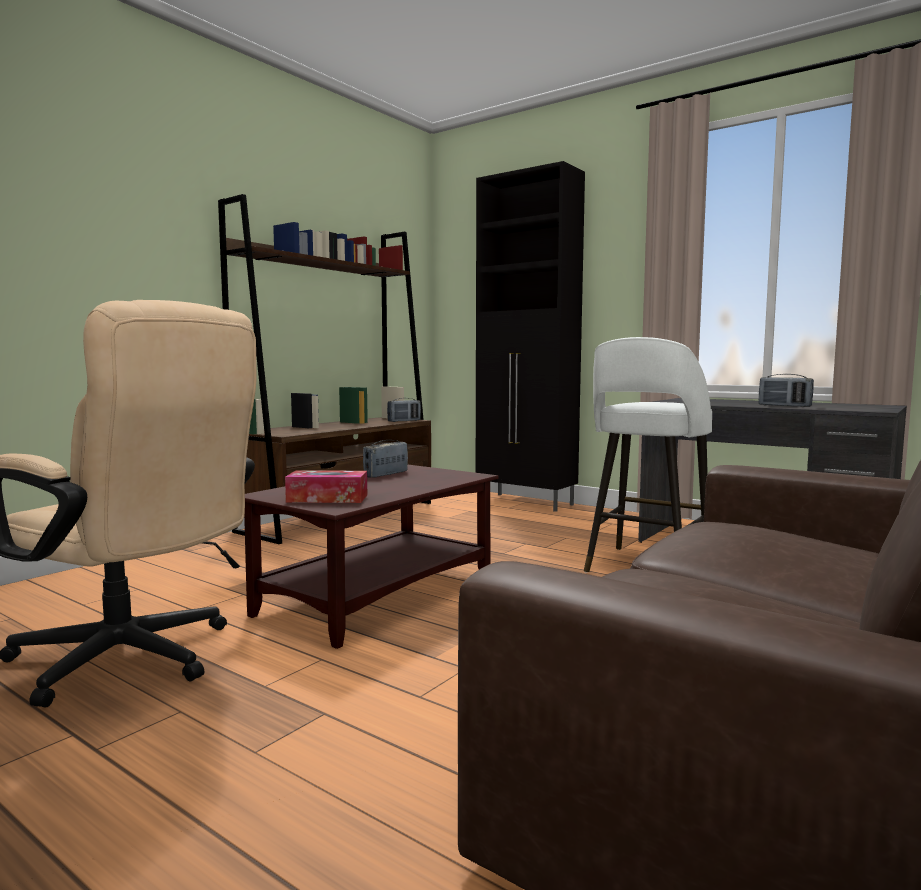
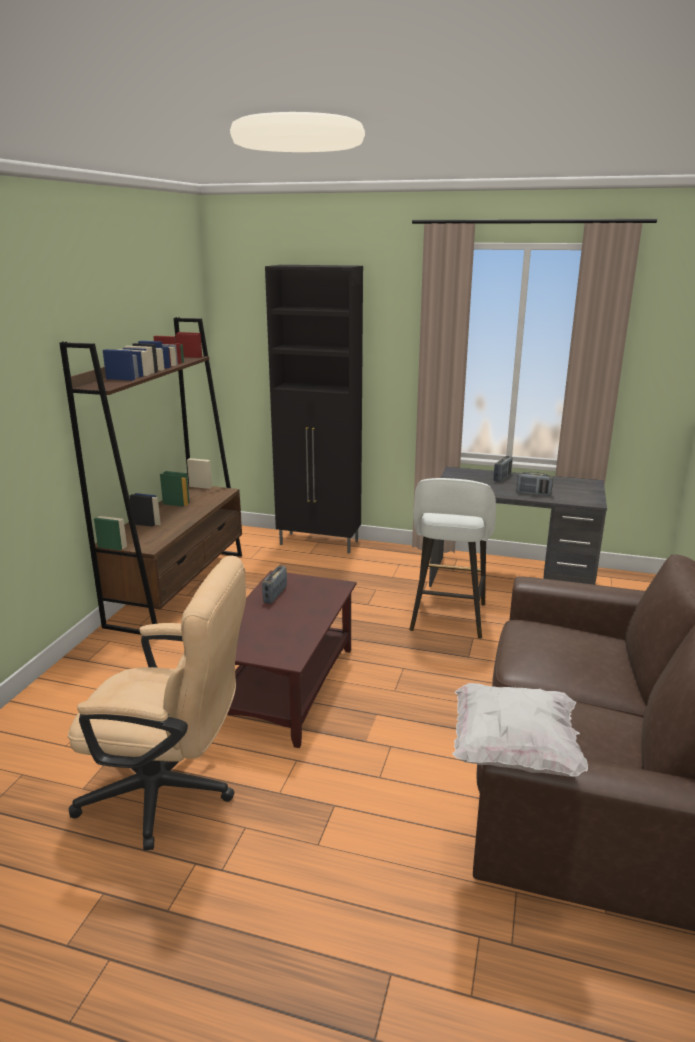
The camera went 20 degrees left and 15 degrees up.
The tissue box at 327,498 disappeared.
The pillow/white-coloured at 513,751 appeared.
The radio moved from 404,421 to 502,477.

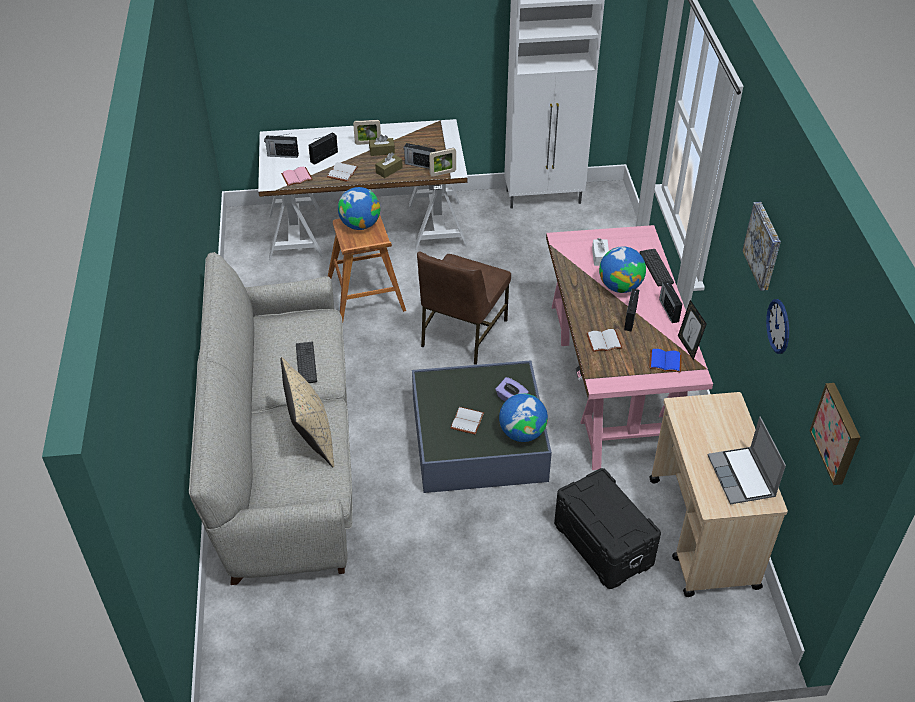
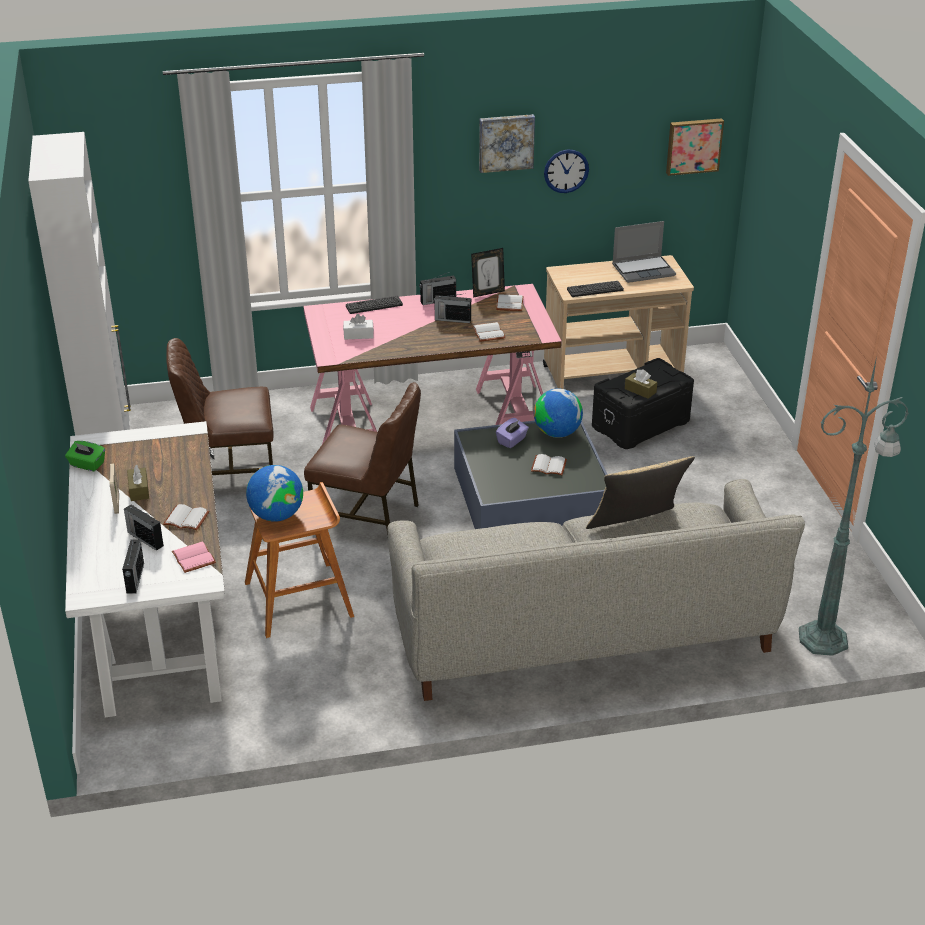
The camera went 95 degrees left and 10 degrees down.
The radio at 419,164 disappeared.
The picture frame at 442,173 disappeared.
The world globe at 620,286 disappeared.
The tissue box/green-coloured at 87,465 appeared.
The plain chair/brown-coloured at 230,472 appeared.
The standing lamp/green-coloured at 825,638 appeared.
The PC keyboard moved from 306,363 to 595,289.
The tissue box/brown-coloured moved from 389,170 to 640,390.
The volume/bluish at 665,361 became the volume/white-coloured at 508,303.

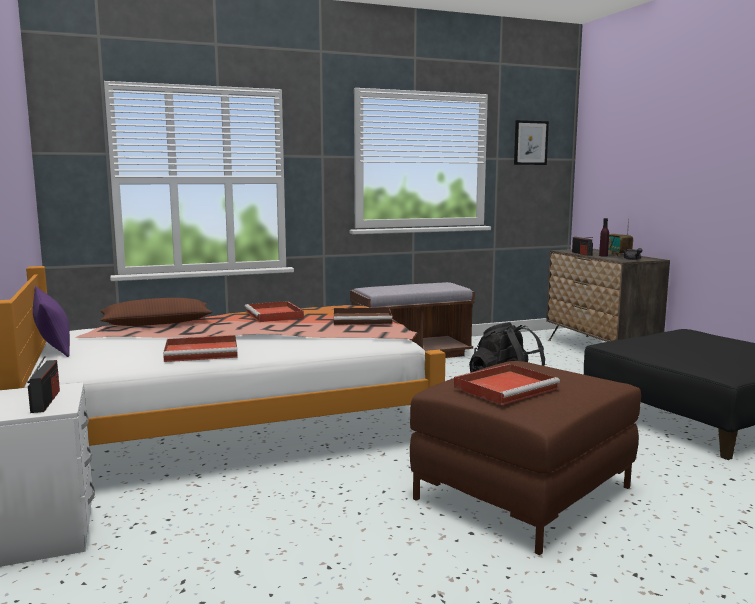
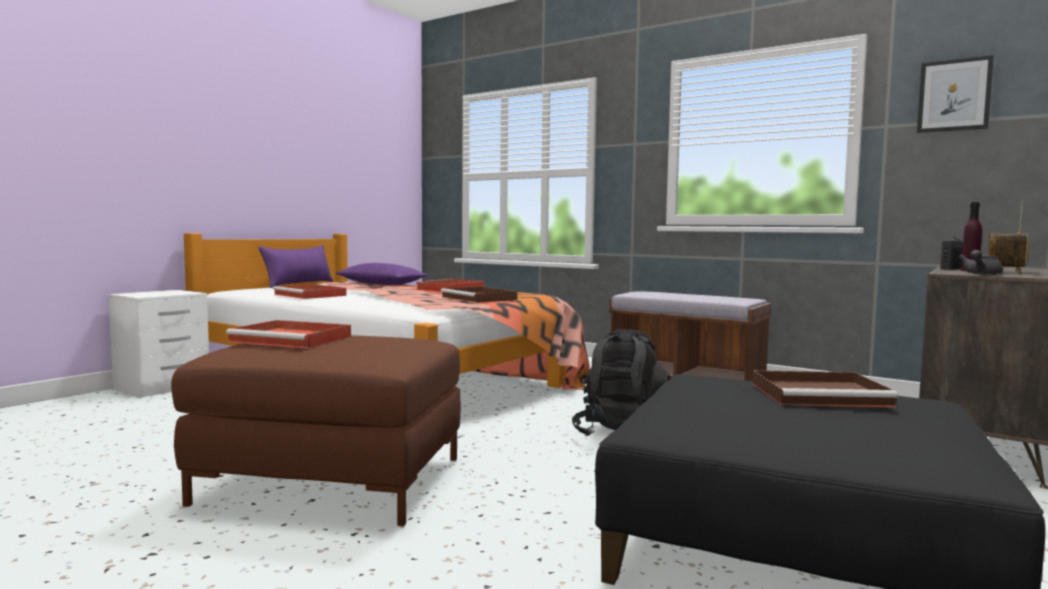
The camera went 55 degrees right and 5 degrees down.
The radio at 45,401 disappeared.
The carrying tray/brown-coloured at 821,394 appeared.
The pillow/brown-coloured at 157,323 became the pillow/purple-coloured at 381,284.

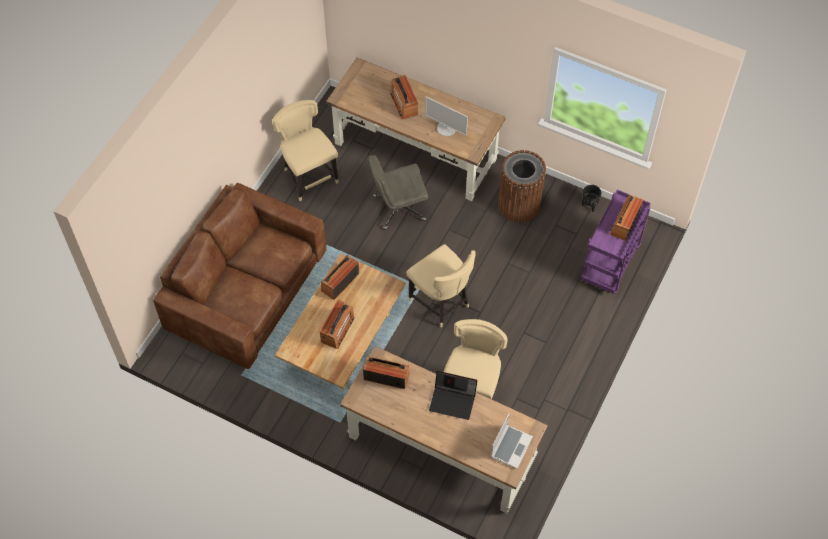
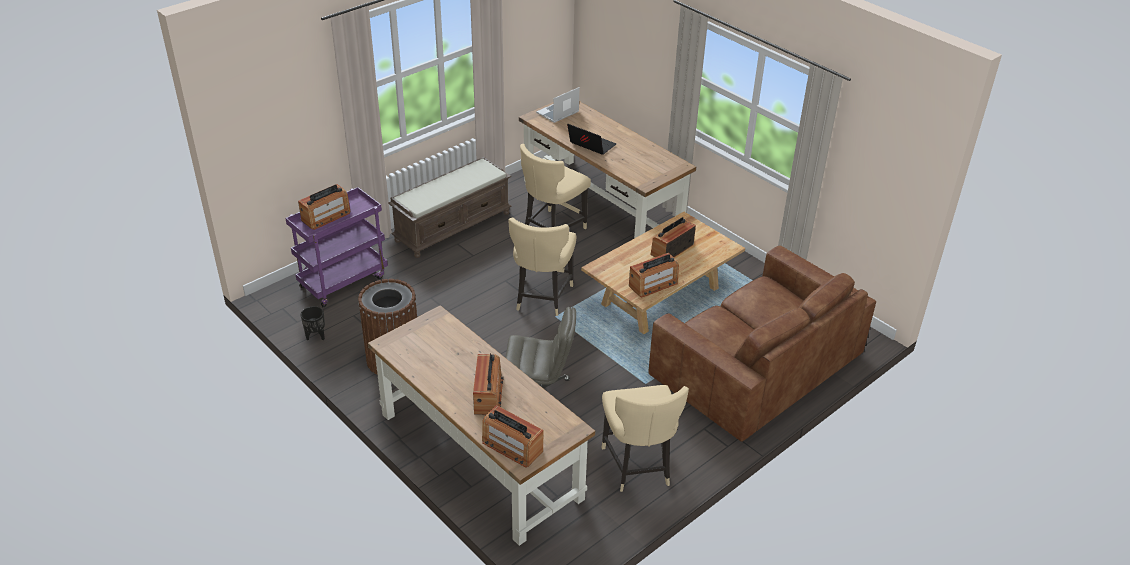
The camera went 160 degrees left and 20 degrees down.
The monitor at 446,128 disappeared.
The indoor bench/brown-coloured at 453,226 appeared.
The radio moved from 386,376 to 512,447.
The plain chair/beige-coloured at 441,303 turned 150 degrees counterclockwise.

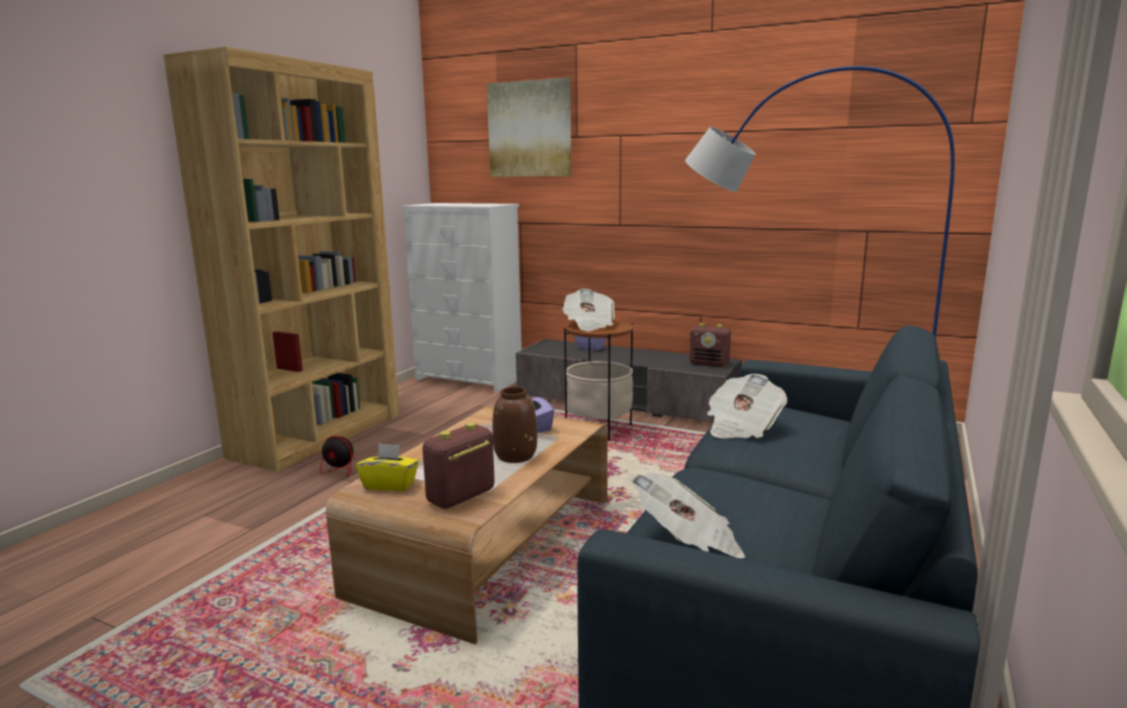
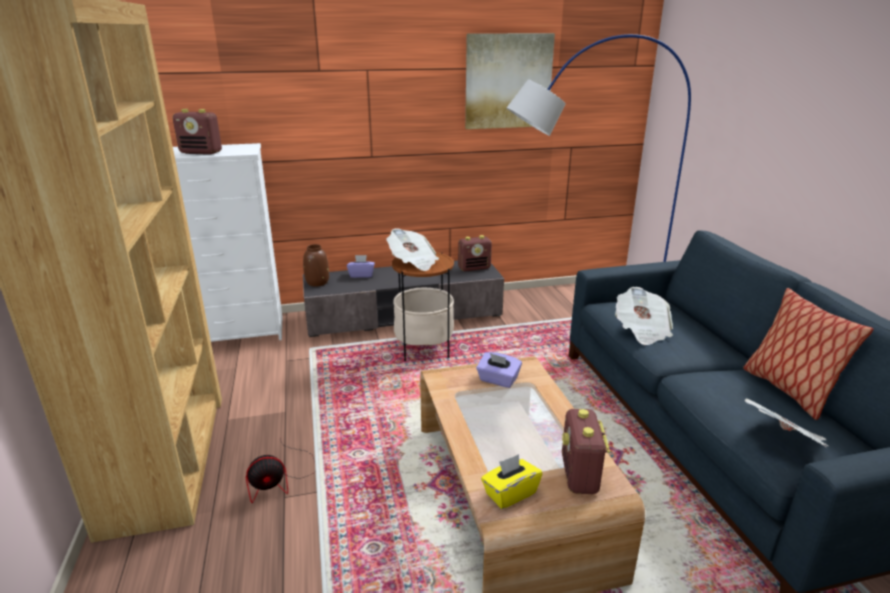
The camera went 40 degrees left and 10 degrees up.
The radio at 201,153 appeared.
The pillow at 788,390 appeared.
The wall art moved from 530,129 to 508,81.
The vase/brown-coloured moved from 515,456 to 317,282.

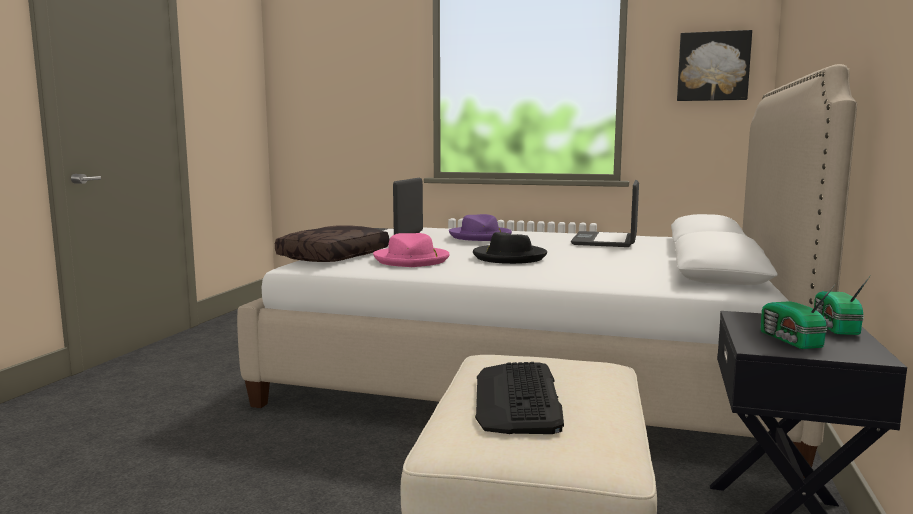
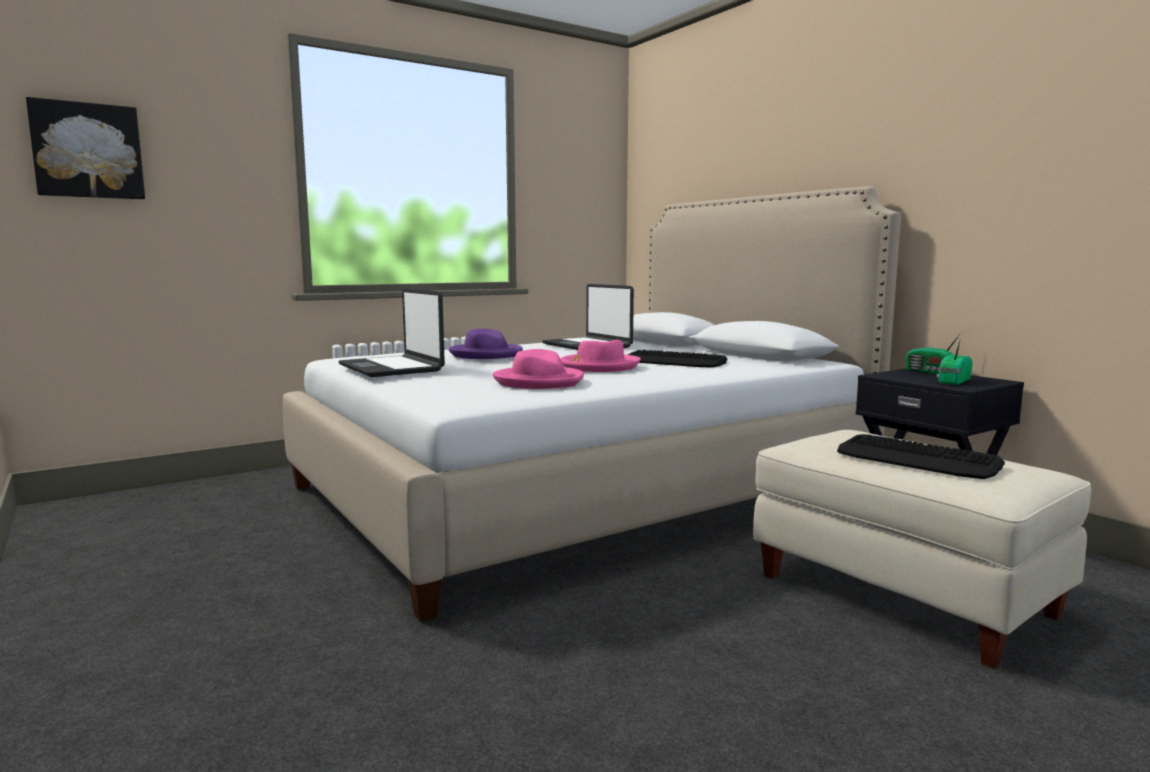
The camera went 50 degrees left and 0 degrees up.
The pillow/brown-coloured at 335,256 disappeared.
The PC keyboard at 674,361 appeared.
The wall art moved from 713,66 to 88,151.
The wearable hat/blackish at 509,257 became the wearable hat/pinkish at 599,366.
The radio at 790,340 turned 105 degrees clockwise.

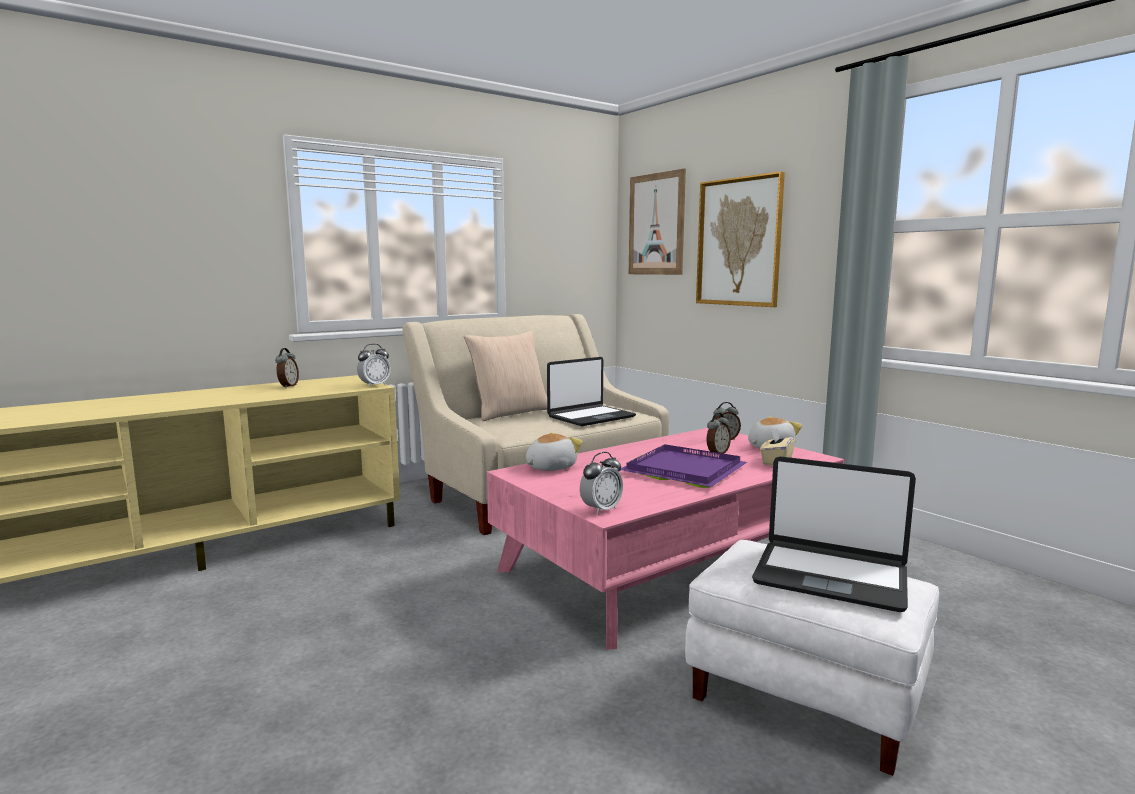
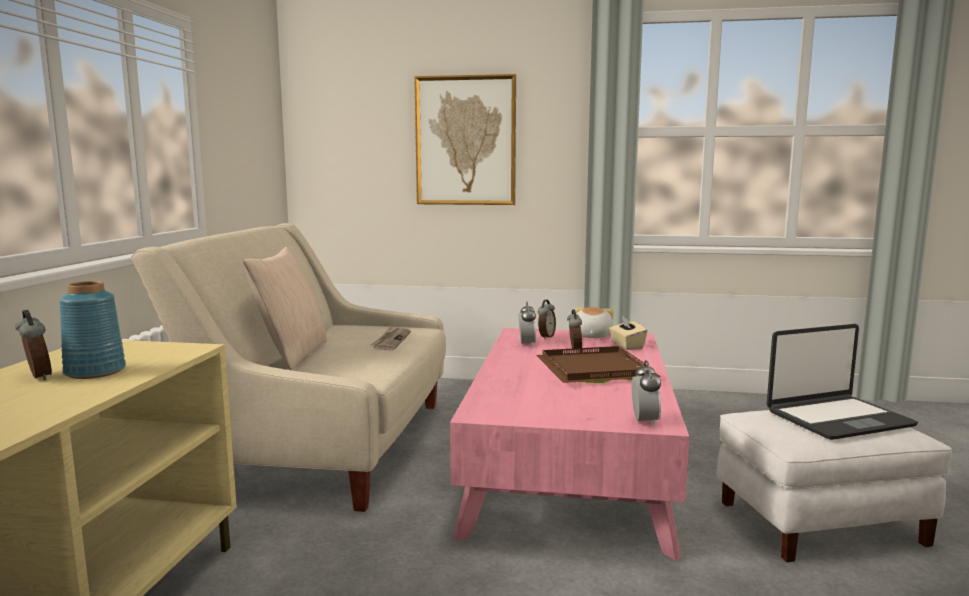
The camera went 45 degrees left and 0 degrees up.
The plush toy at 550,467 disappeared.
The wall art at 656,224 disappeared.
The vase/bluish at 96,371 appeared.
The alarm clock moved from 374,385 to 527,344.
The notebook computer at 590,417 was replaced by the daily paper at 391,340.
The carrying tray/purple-coloured at 685,471 became the carrying tray/brown-coloured at 597,370.

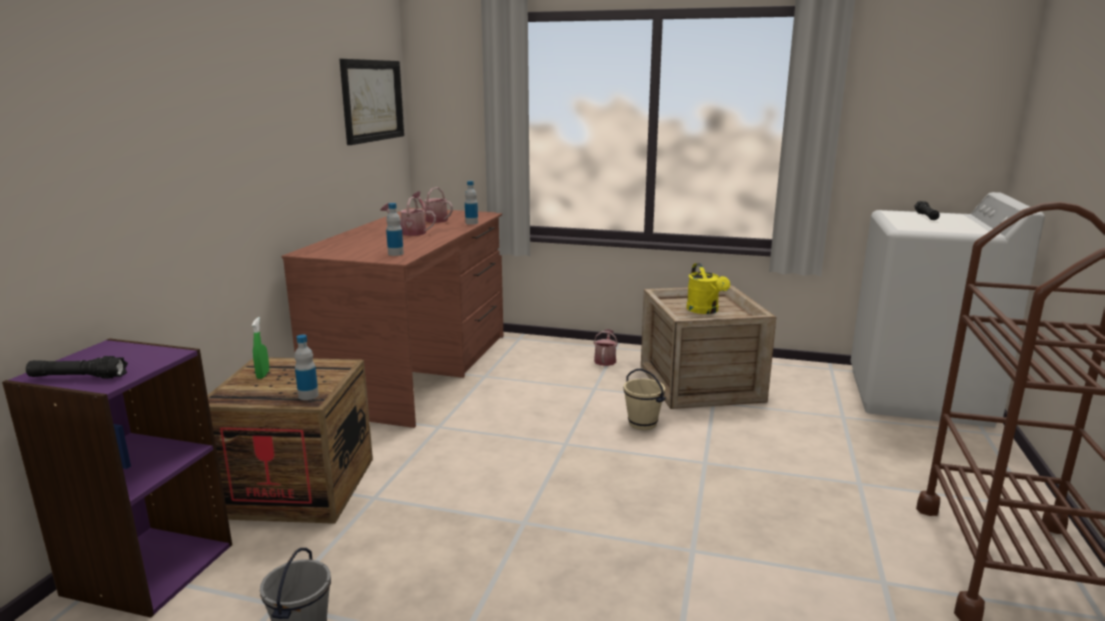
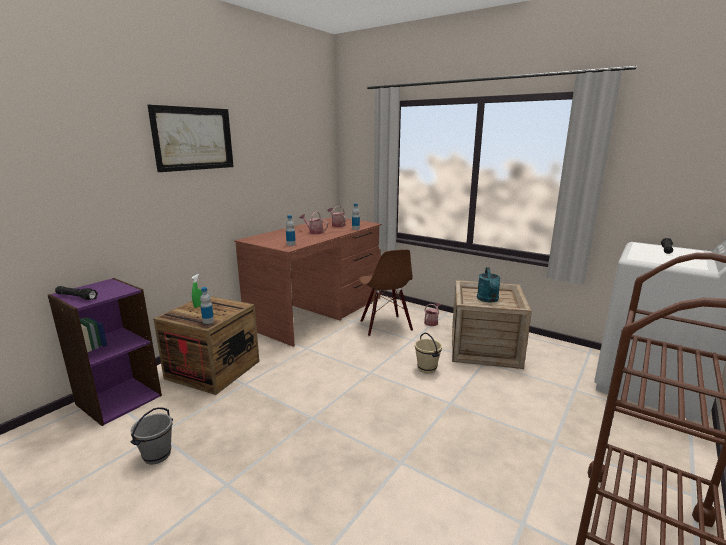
The camera went 20 degrees right and 0 degrees up.
The plain chair/brown-coloured at 385,326 appeared.
The wall art moved from 372,100 to 193,138.
The watering can/yellow at 705,311 became the watering can/blue-green at 488,300.

